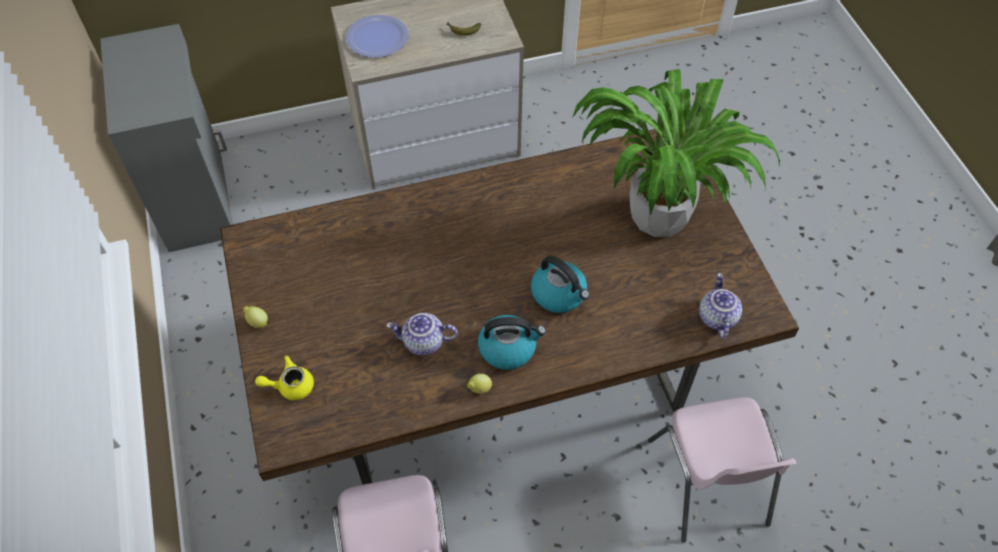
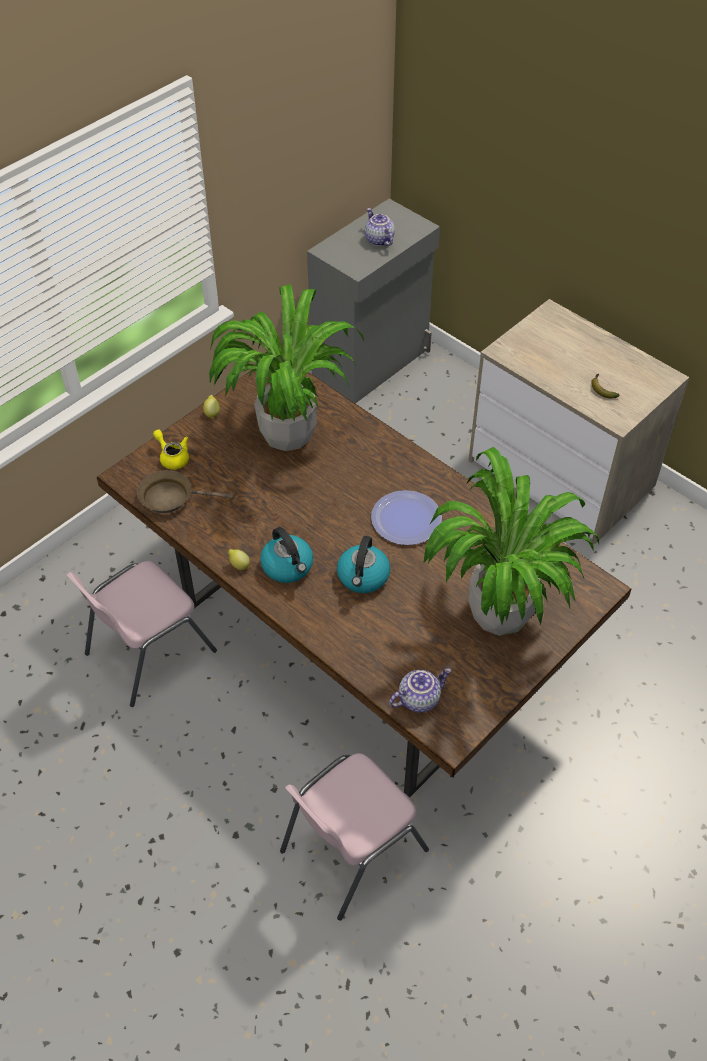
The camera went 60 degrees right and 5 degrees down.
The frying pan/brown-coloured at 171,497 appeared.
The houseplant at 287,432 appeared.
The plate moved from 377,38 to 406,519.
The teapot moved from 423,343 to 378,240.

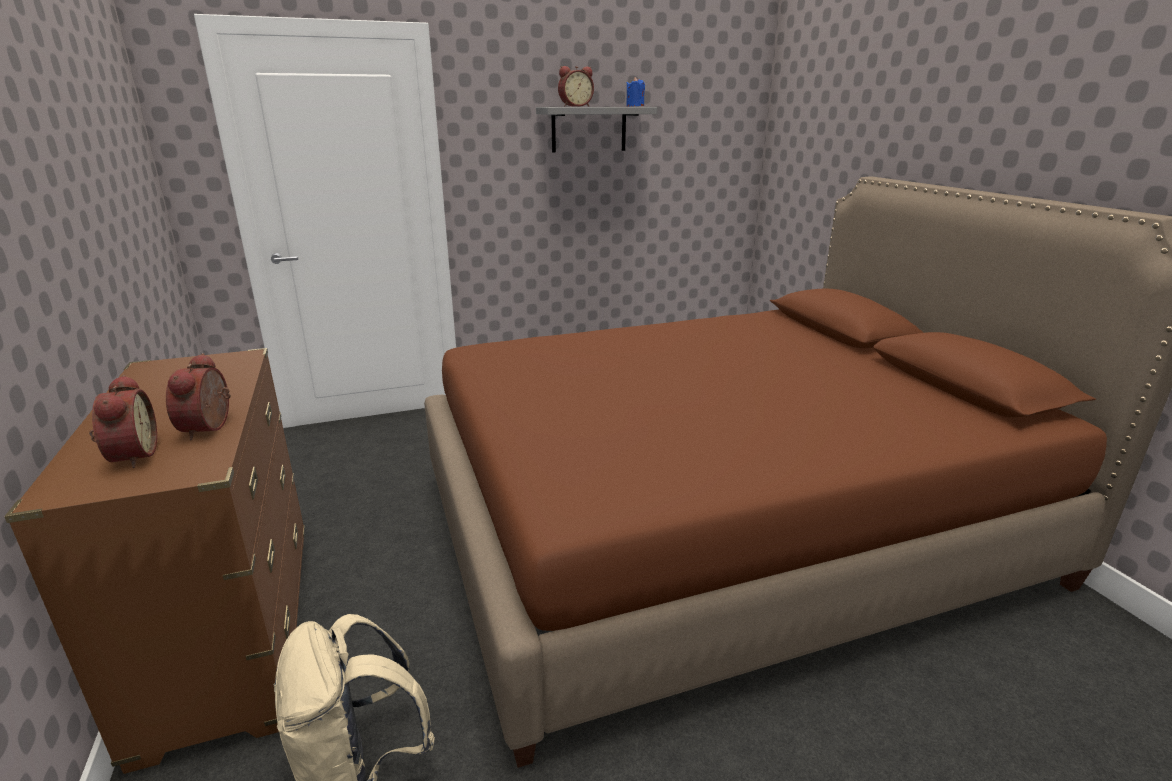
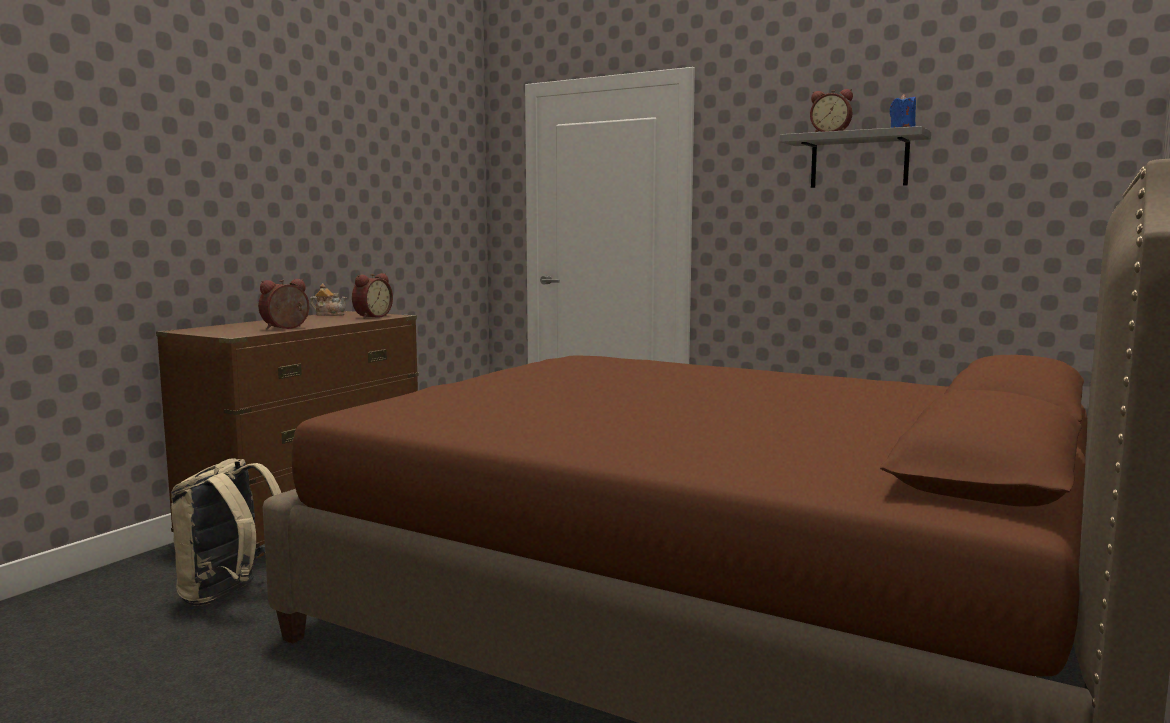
The camera went 50 degrees right and 15 degrees down.
The teapot at 330,314 appeared.
The alarm clock moved from 130,456 to 371,317.

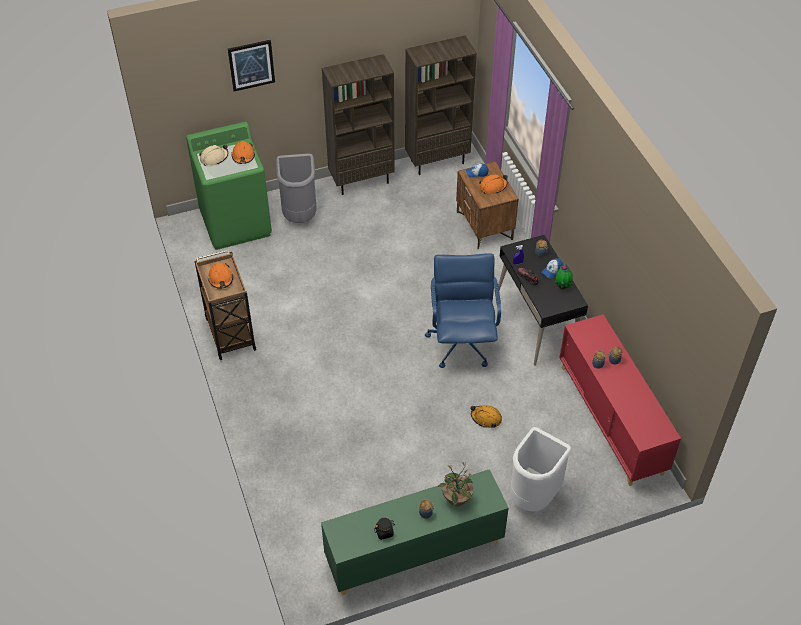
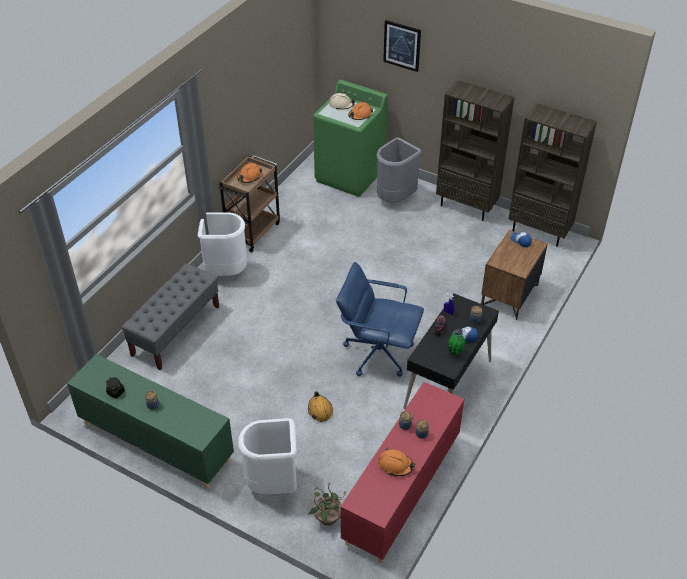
The camera went 50 degrees right and 5 degrees down.
The indoor bench/gray at 176,330 appeared.
The waste bin/white-coloured at 225,271 appeared.
The houseplant moved from 456,499 to 327,518.
The work helmet/orange moved from 493,187 to 395,465.
The office chair/bluish at 462,343 turned 120 degrees counterclockwise.

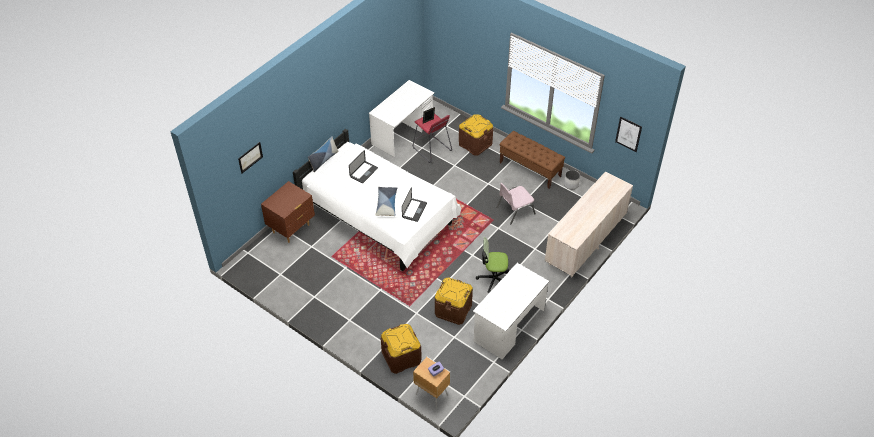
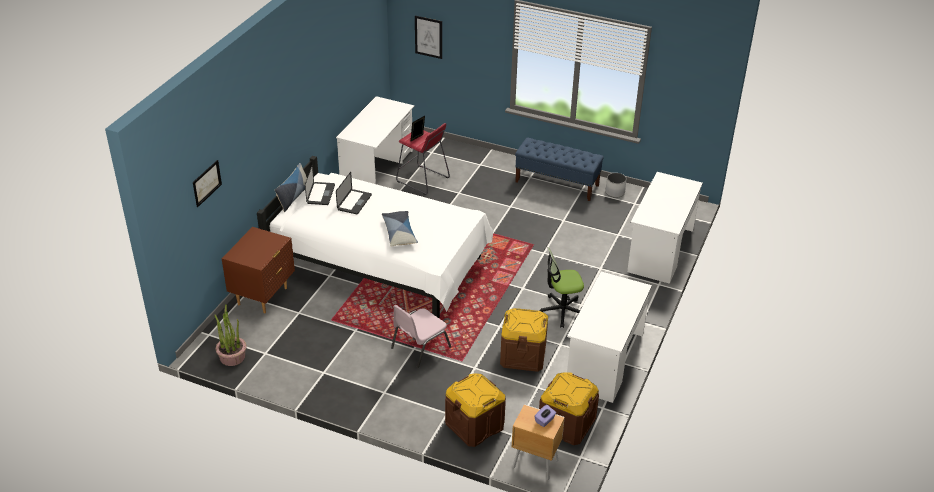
The camera went 15 degrees left and 10 degrees down.
The houseplant at 232,356 appeared.
The notebook computer moved from 414,210 to 320,194.
The storage box/brown-coloured moved from 475,144 to 566,424.
The plain chair/pinkish moved from 515,210 to 419,347.
The wall art moved from 628,134 to 428,37.
The dresser/beige-coloured at 585,242 was replaced by the desk/white-coloured at 660,251.
The indoor bench/brown-coloured at 530,169 became the indoor bench/bluish at 557,184.

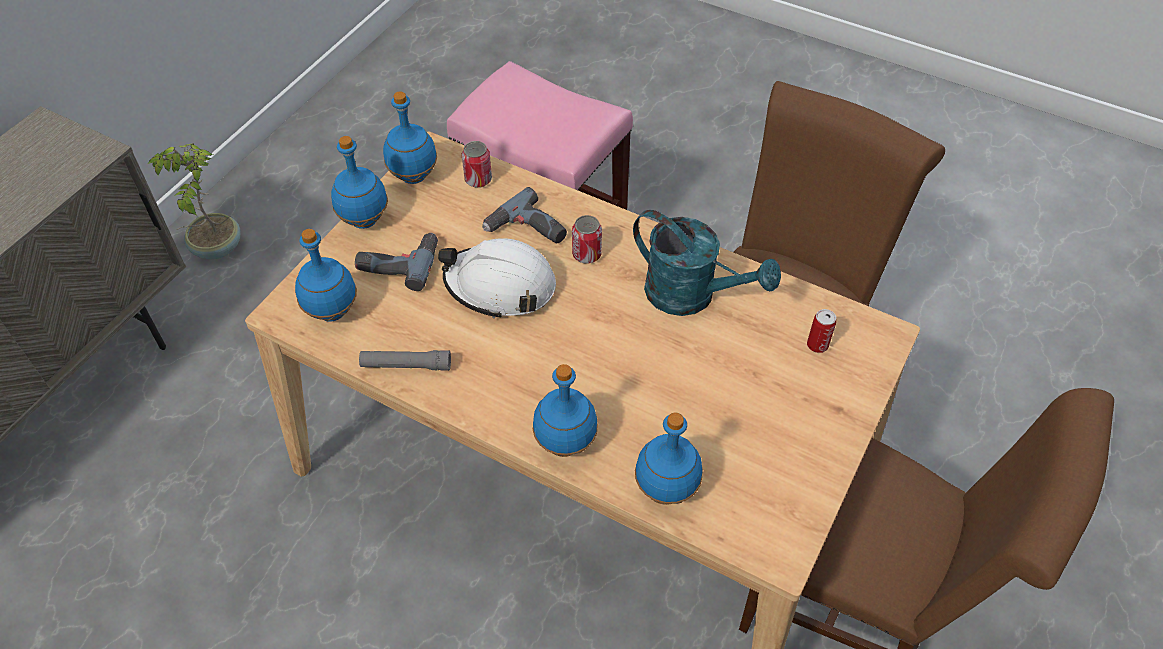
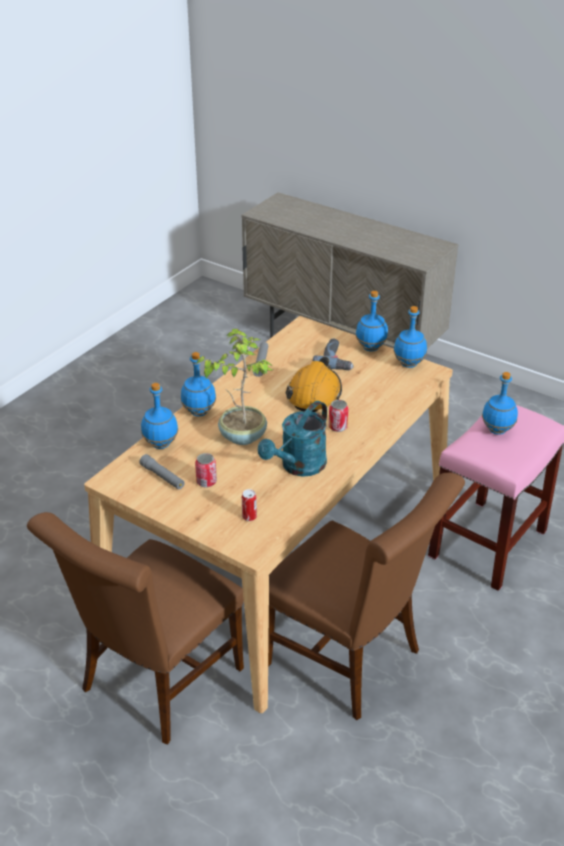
The camera went 95 degrees right and 15 degrees down.
The drill at 526,231 disappeared.
The flashlight/gray at 162,477 appeared.
The houseplant moved from 216,248 to 242,436.
The beverage bottle/bluish moved from 333,311 to 497,430.
The can moved from 478,179 to 206,482.
The work helmet/white-coloured at 500,286 became the work helmet/orange at 314,394.

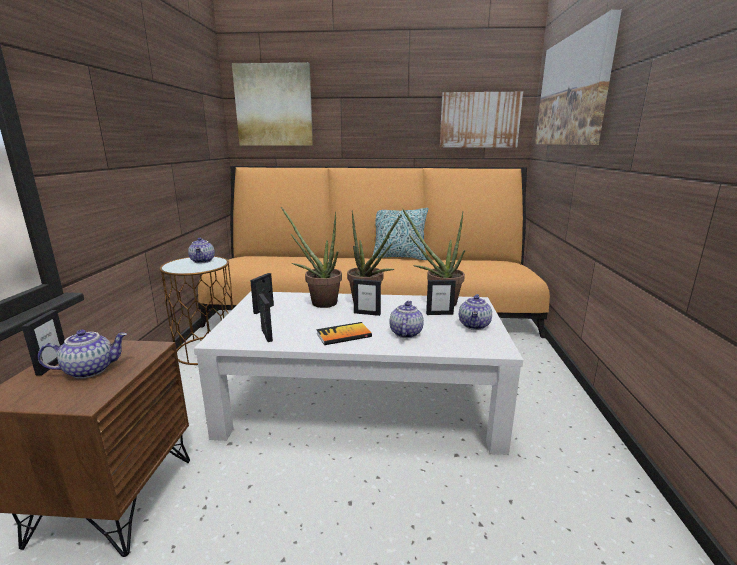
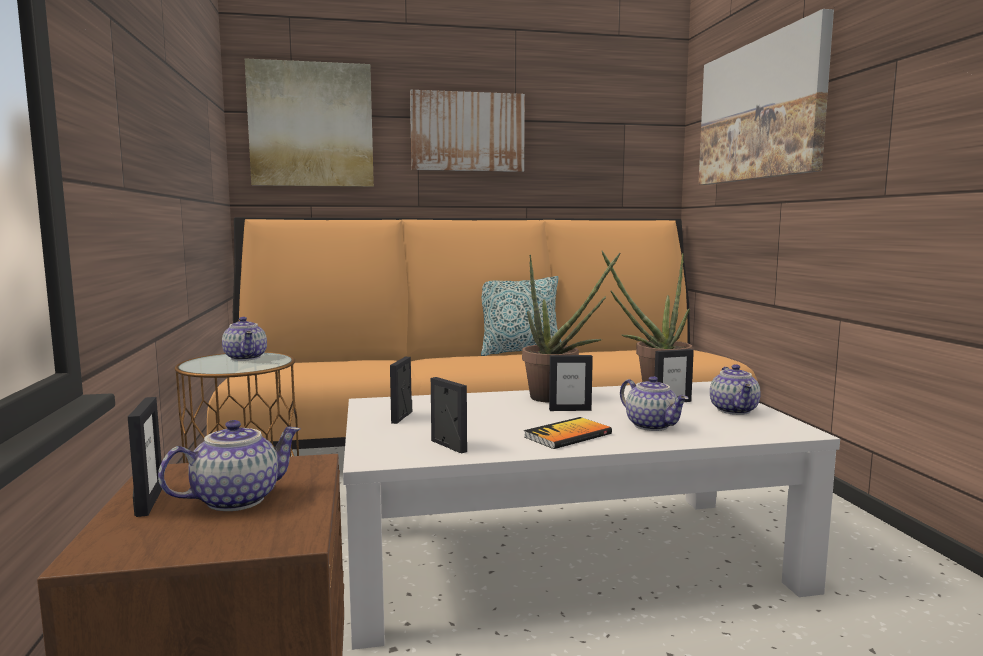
The camera went 15 degrees left and 10 degrees down.
The houseplant at 319,302 disappeared.
The wall art moved from 479,120 to 467,132.
The teapot at 405,333 turned 150 degrees clockwise.

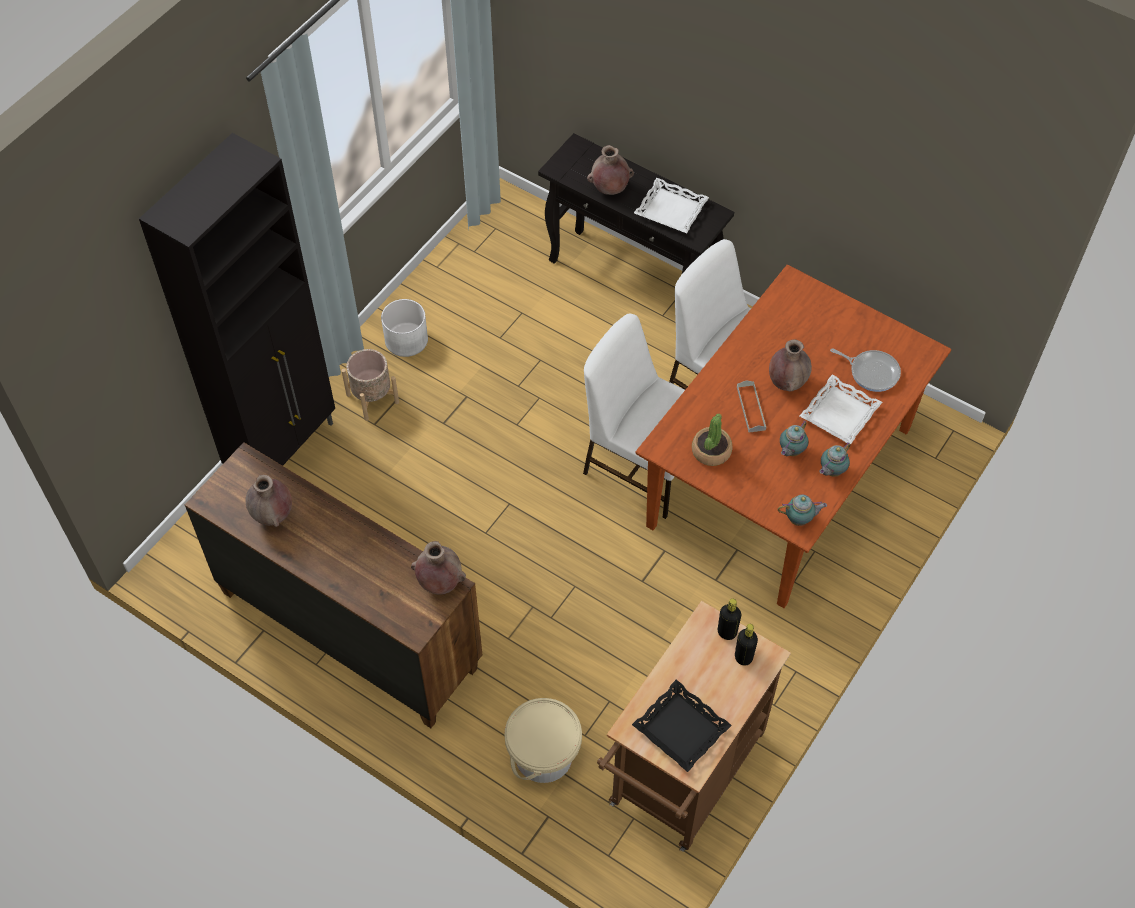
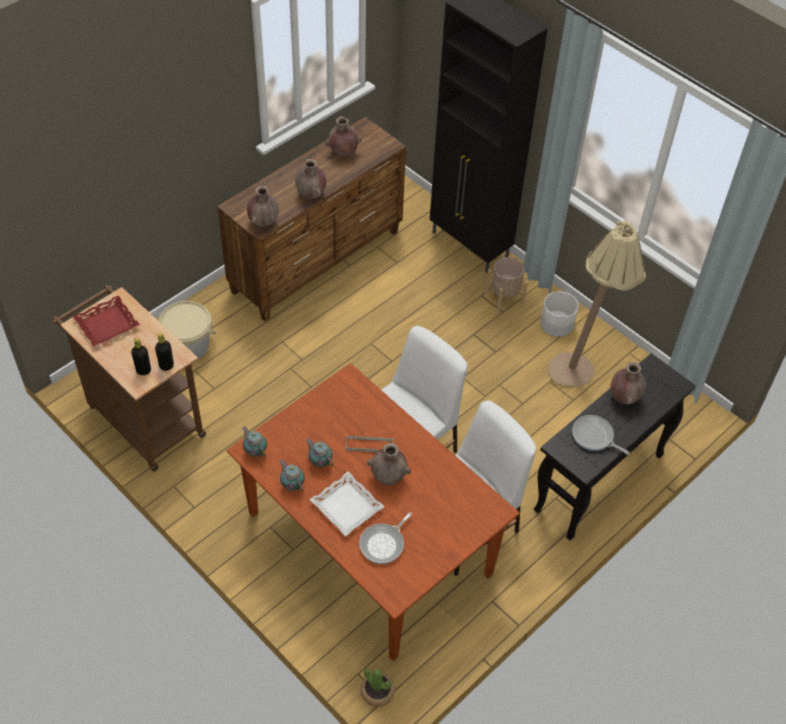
The camera went 100 degrees right and 5 degrees down.
The vase/brown-coloured at 311,195 appeared.
The standing lamp/beige-coloured at 579,376 appeared.
The houseplant moved from 711,451 to 377,692.
The carrying tray/white-coloured at 671,210 was replaced by the frying pan at 594,437.
The carrying tray/blackish at 680,729 became the carrying tray/red at 107,324.
The teapot at 800,519 turned 135 degrees clockwise.

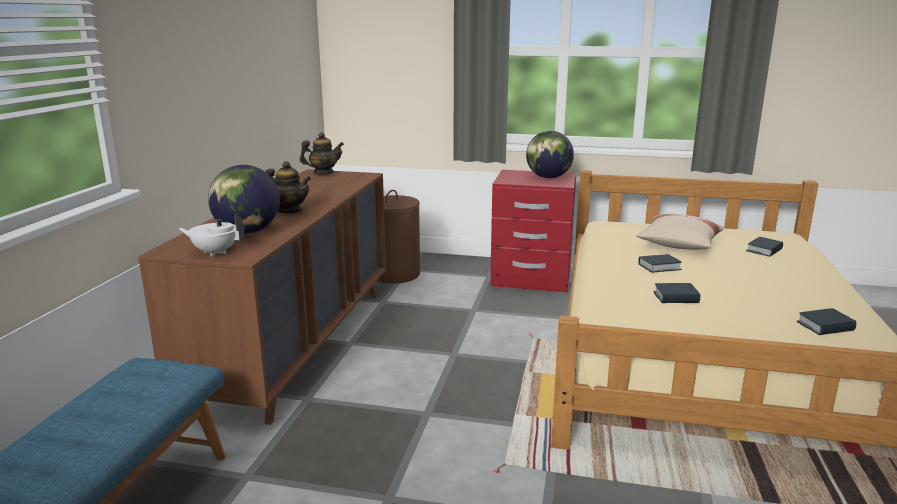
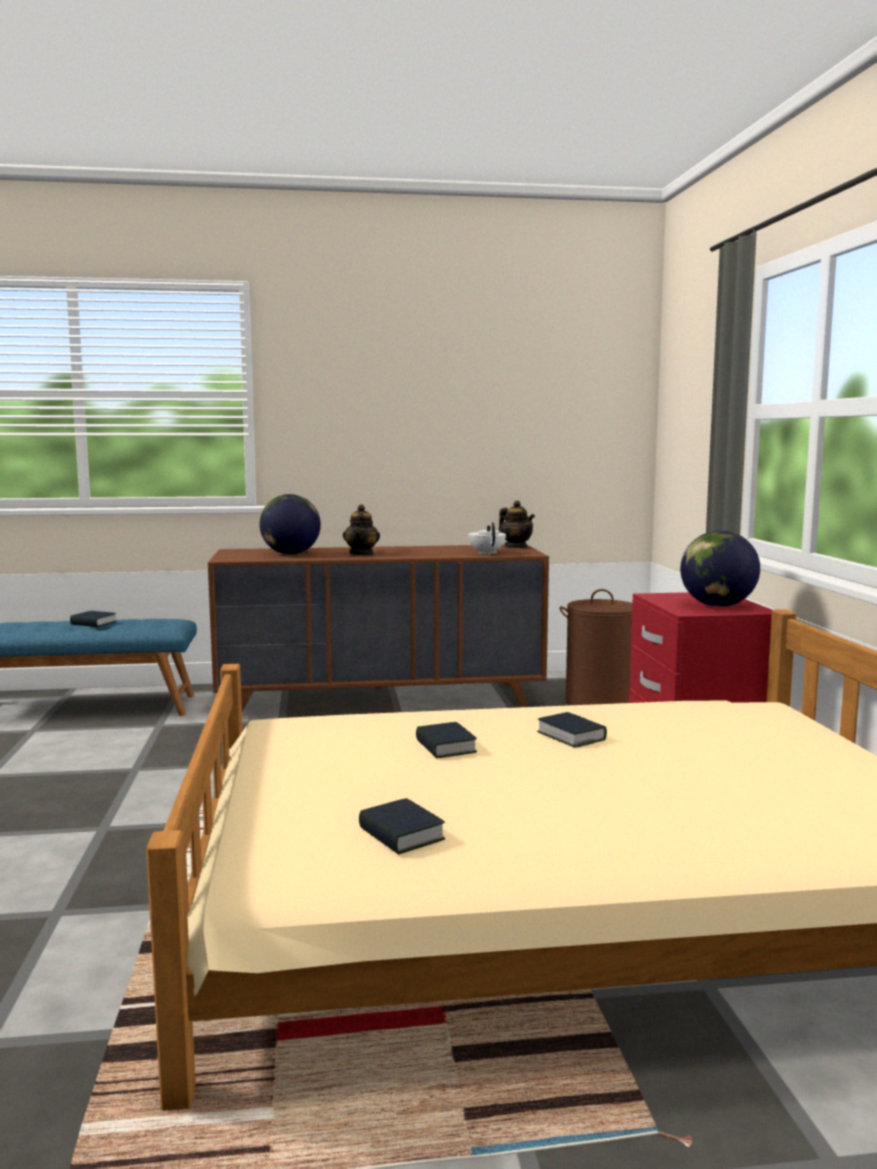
The camera went 70 degrees right and 10 degrees down.
The pillow/beige-coloured at 678,246 disappeared.
The teapot/white-coloured moved from 215,252 to 487,553.
The volume moved from 764,250 to 93,623.

